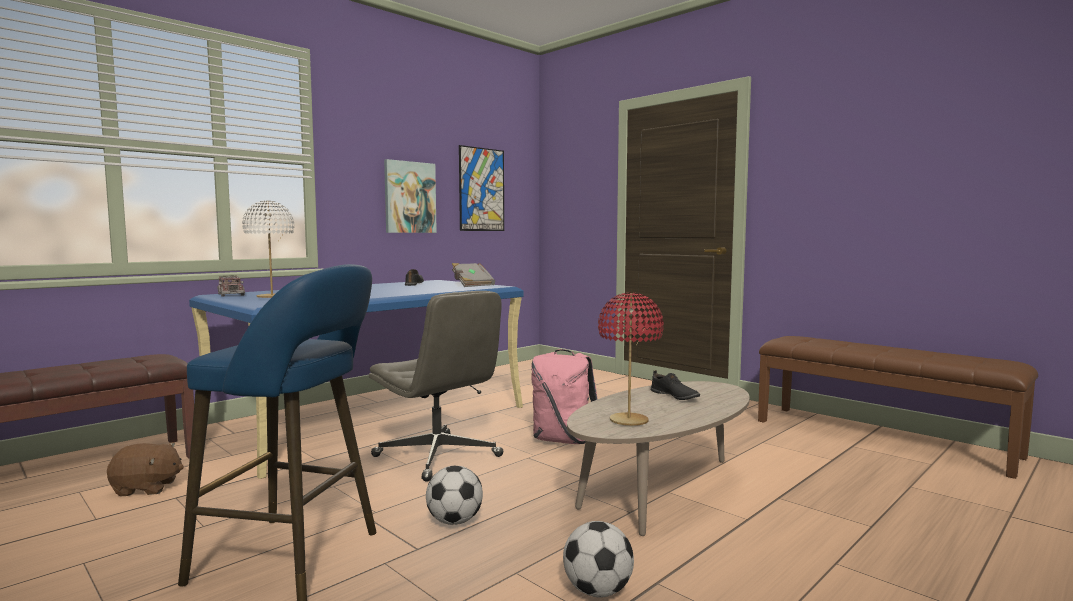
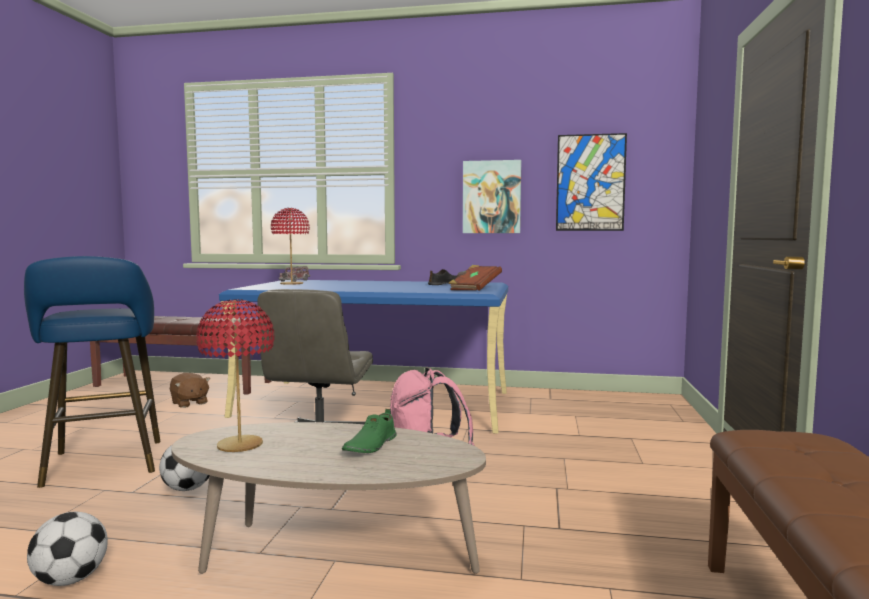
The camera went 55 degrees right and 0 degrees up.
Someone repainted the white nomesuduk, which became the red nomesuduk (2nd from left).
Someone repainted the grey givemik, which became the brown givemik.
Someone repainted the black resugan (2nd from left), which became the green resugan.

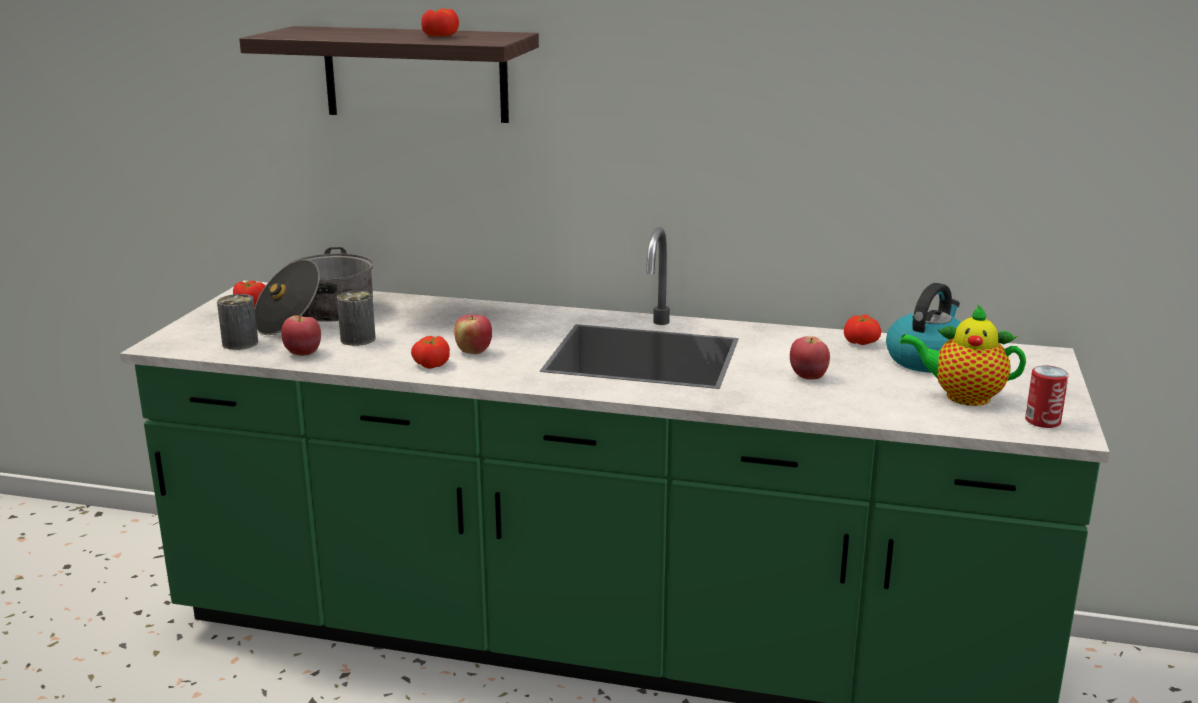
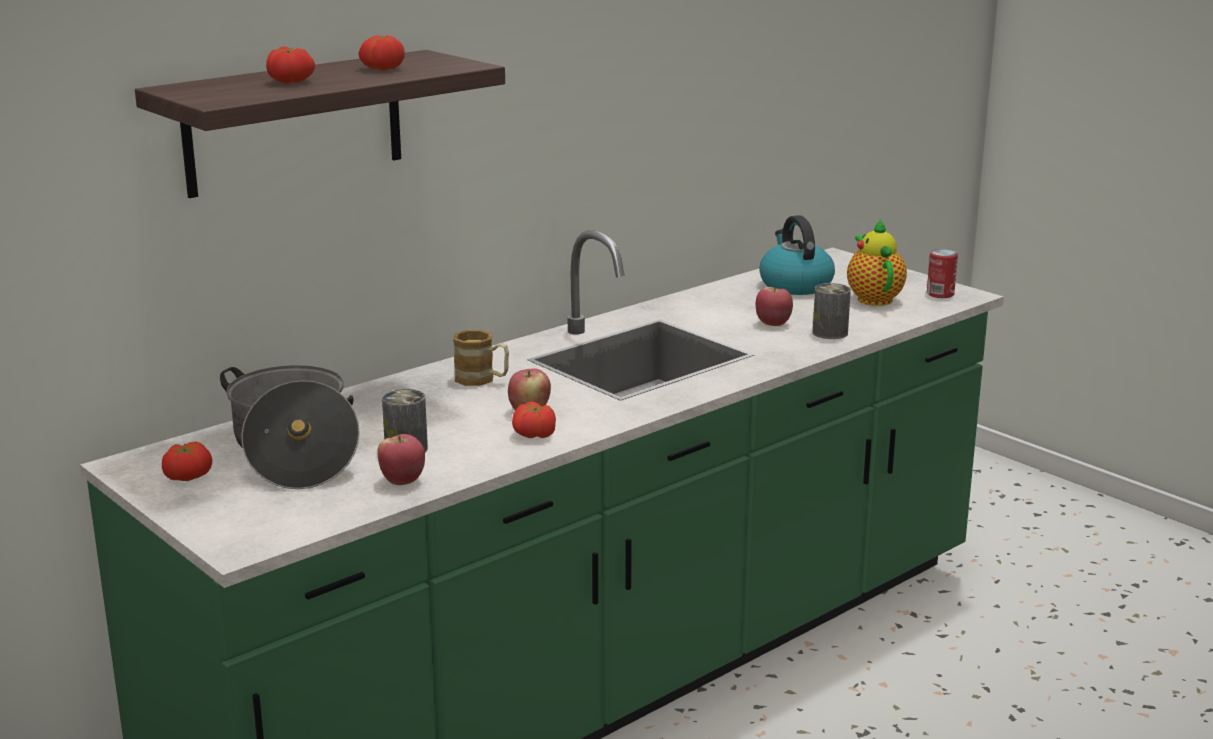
The camera went 55 degrees left and 0 degrees up.
Someone carried the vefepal (1st from left in the first image).
Someone carried the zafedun (4th from left in the first image).
Someone rotated the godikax by 120 degrees clockwise.
Someone put down the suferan.

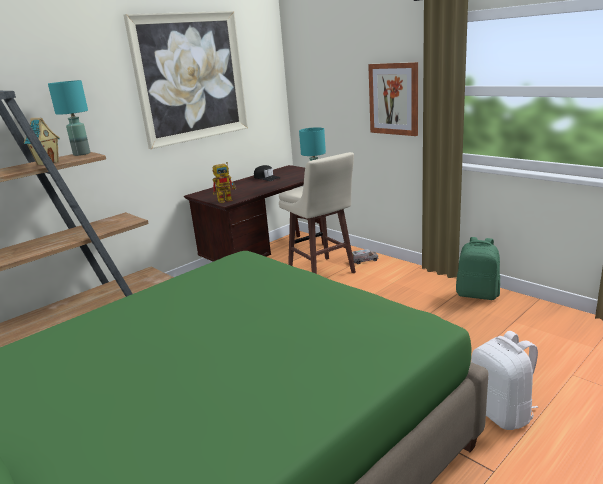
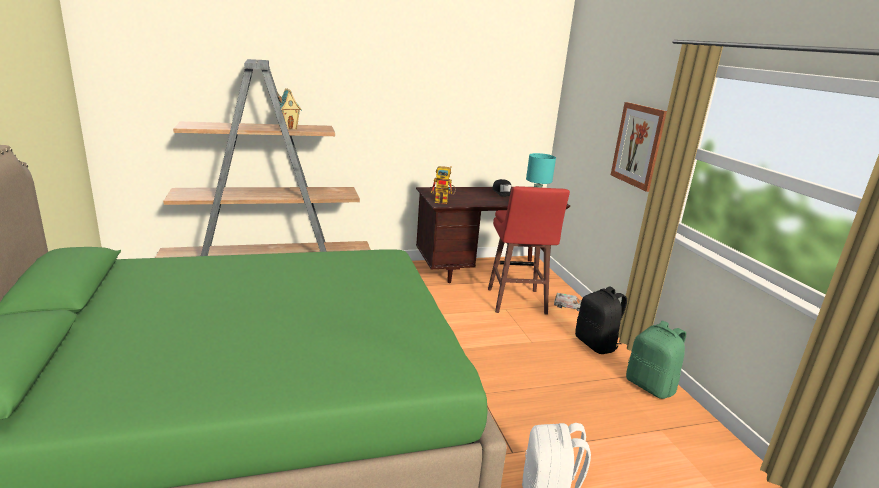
The camera went 25 degrees right and 0 degrees up.
Someone took away the turquoise nomesuduk (1st from left).
Someone took away the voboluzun (1st from left).
Someone repainted the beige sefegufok, which became the red sefegufok.
Someone put down the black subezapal.

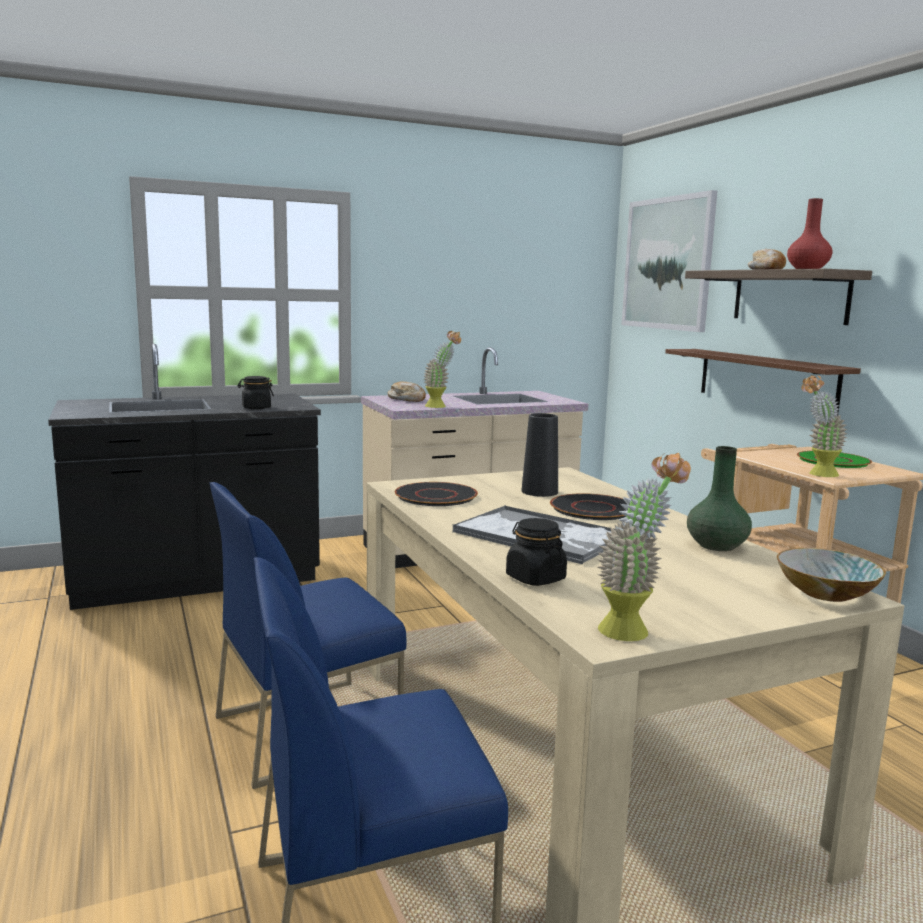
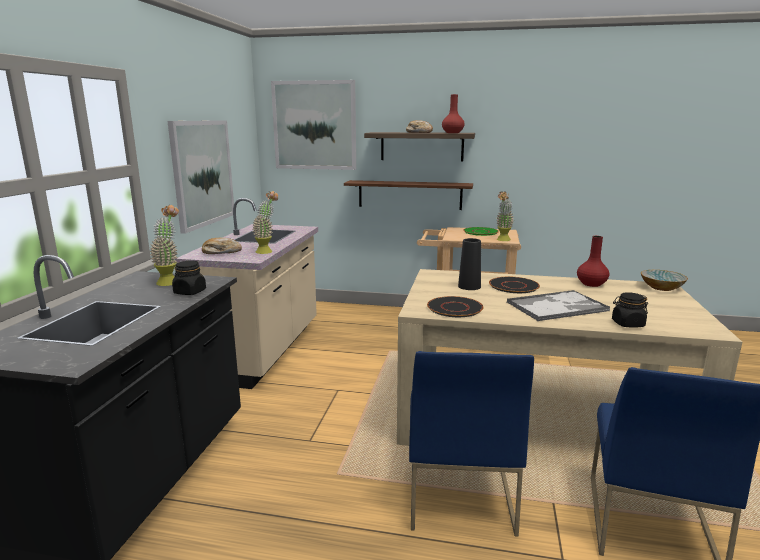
The camera went 55 degrees left and 5 degrees up.
Someone carried the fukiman (2nd from left in the first image).
Someone repainted the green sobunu, which became the red sobunu (2nd from left).
Someone put up the voboluzun (1st from left).

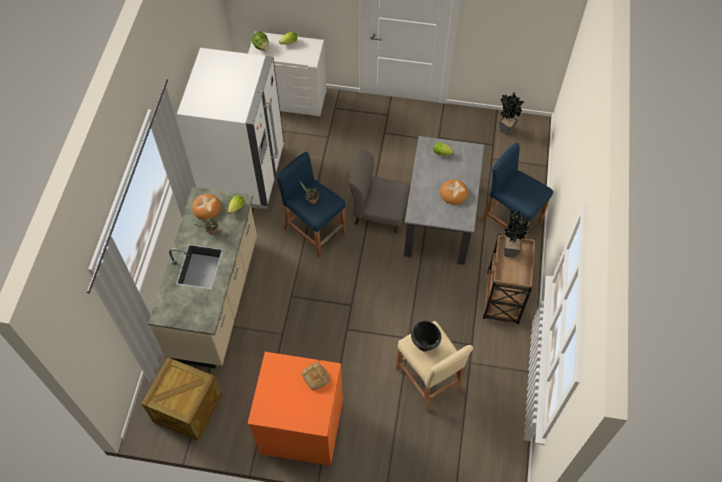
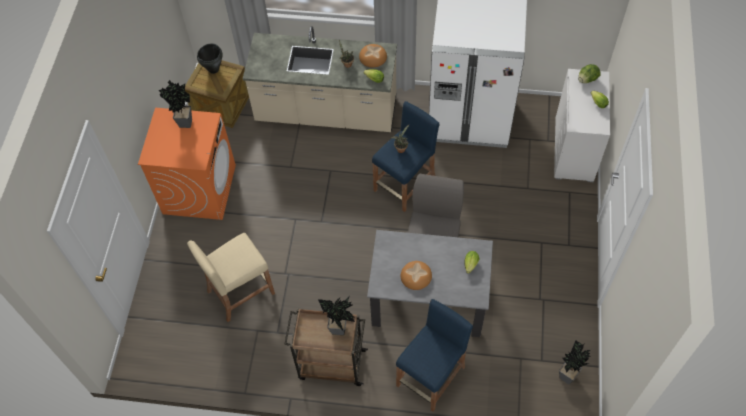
The camera went 90 degrees right and 0 degrees up.
Someone took away the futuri (2nd from left).
Someone carried the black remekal.
Someone put down the fukiman (1st from left).

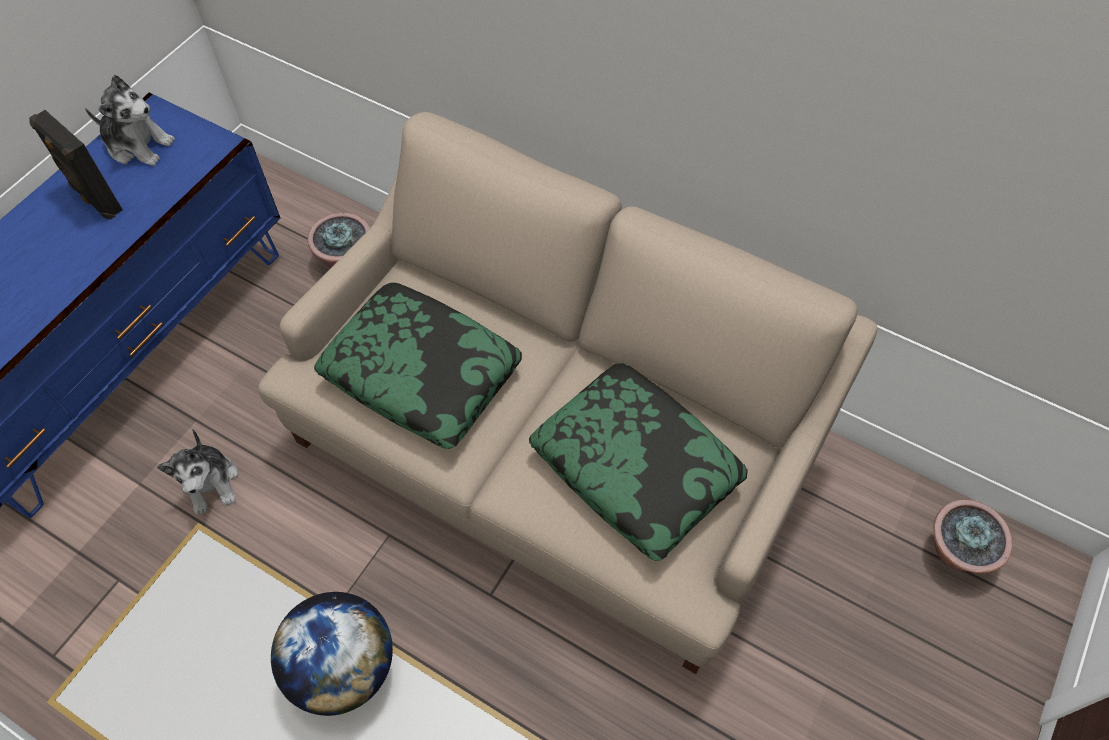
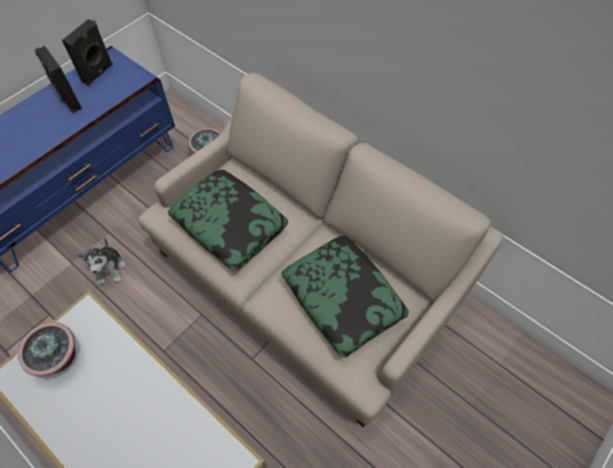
The camera went 10 degrees right and 0 degrees up.
Someone swapped the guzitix (1st from left) for the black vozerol (2nd from left).
Someone took away the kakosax.
Someone carried the fukiman (2nd from left in the first image).

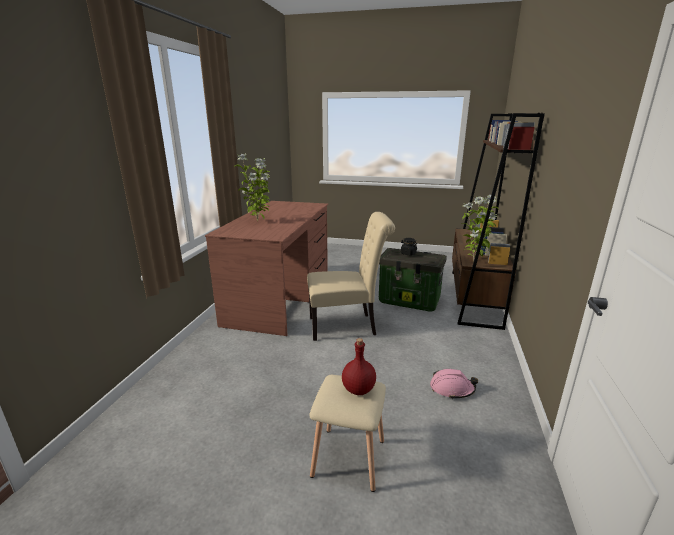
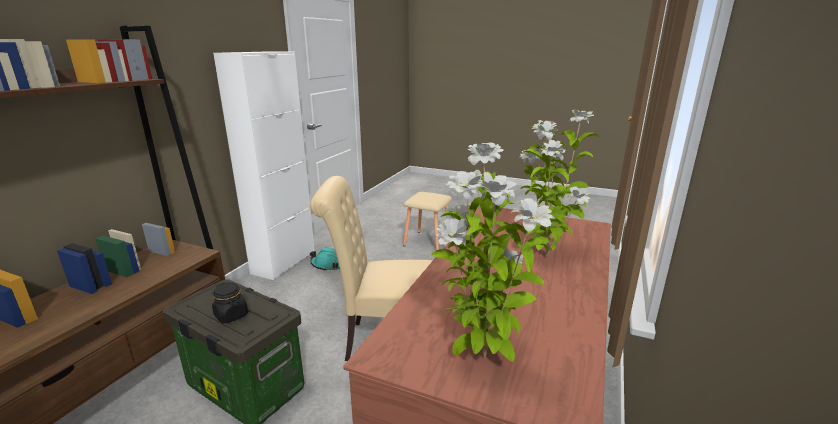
The camera went 170 degrees left and 0 degrees up.
Someone took away the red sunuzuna.
Someone repainted the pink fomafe, which became the turquoise fomafe.
Someone carried the fukiman (2nd from left in the first image).
Someone put down the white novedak.

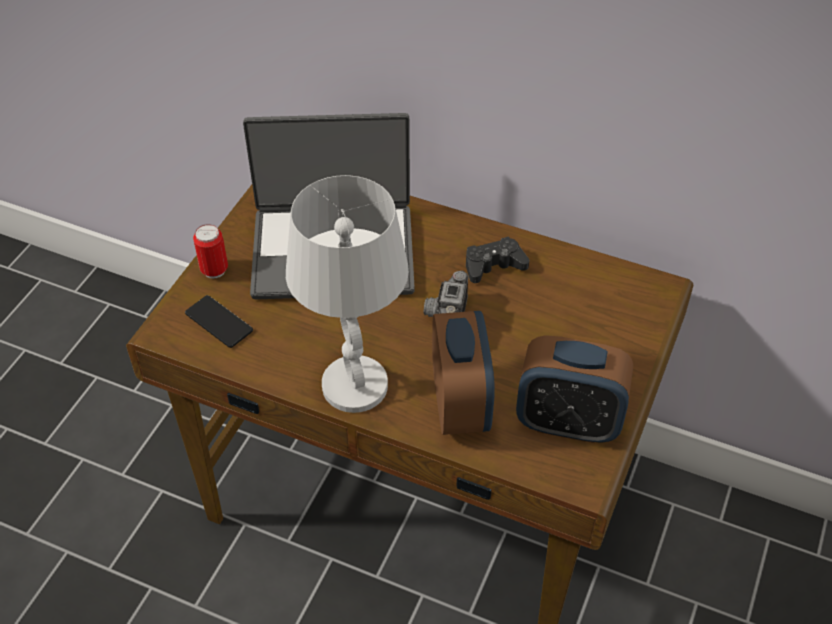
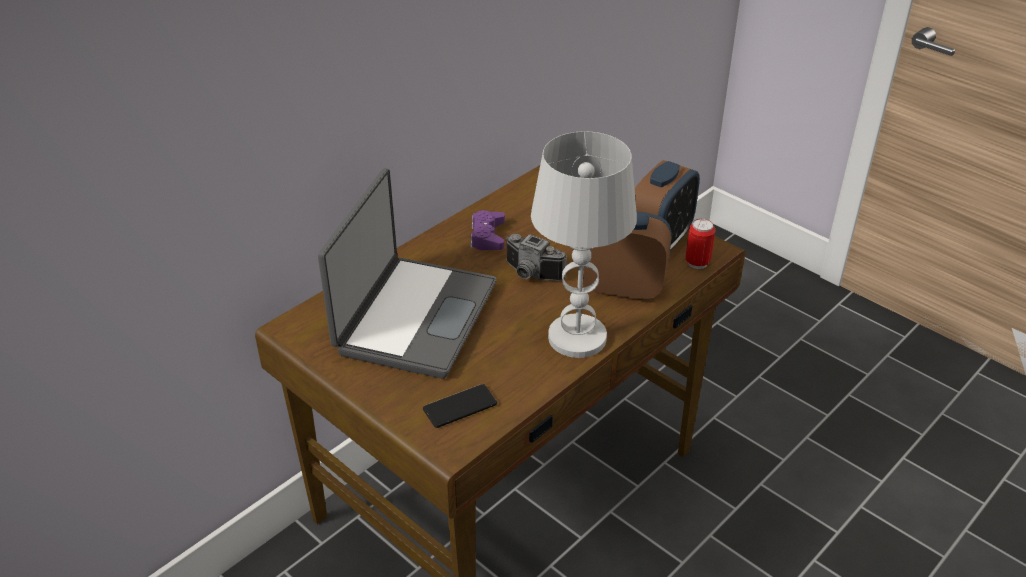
The camera went 70 degrees left and 10 degrees down.
Someone carried the vefepal.
Someone repainted the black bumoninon, which became the purple bumoninon.

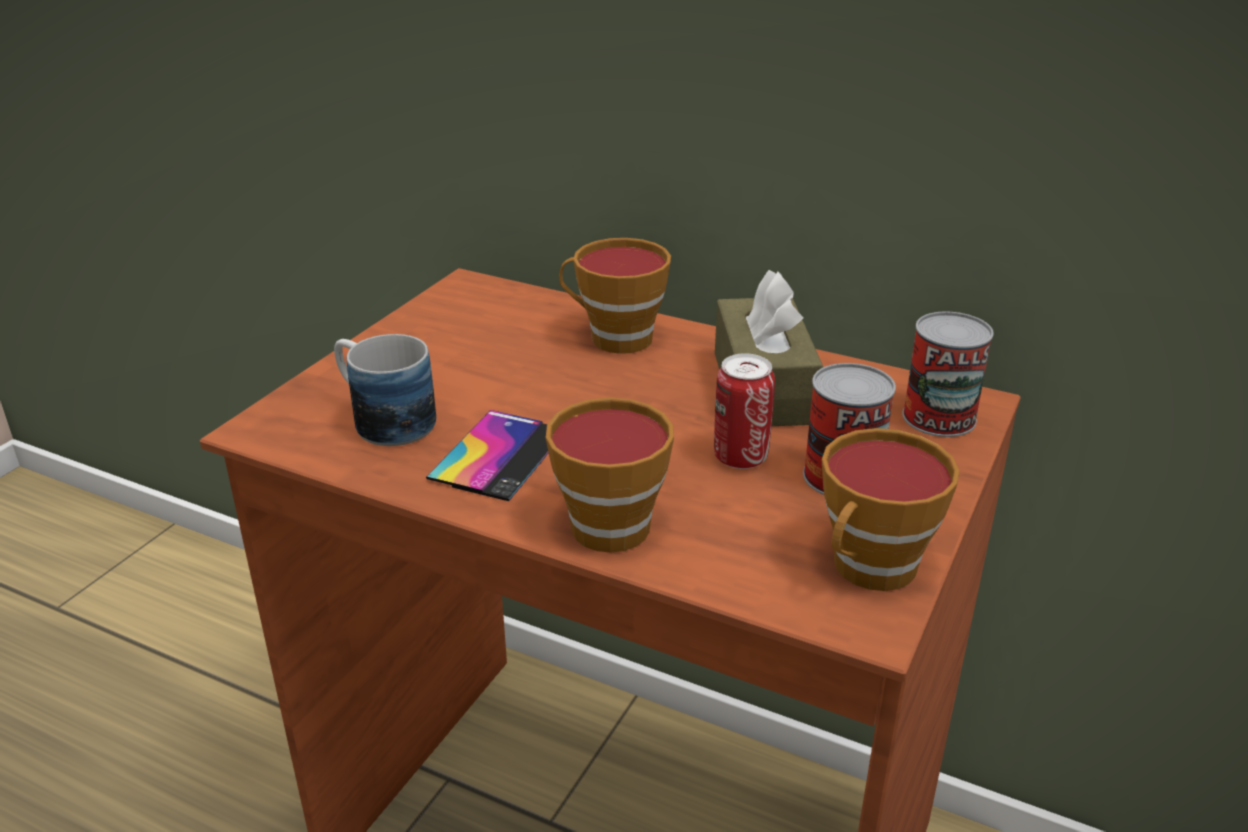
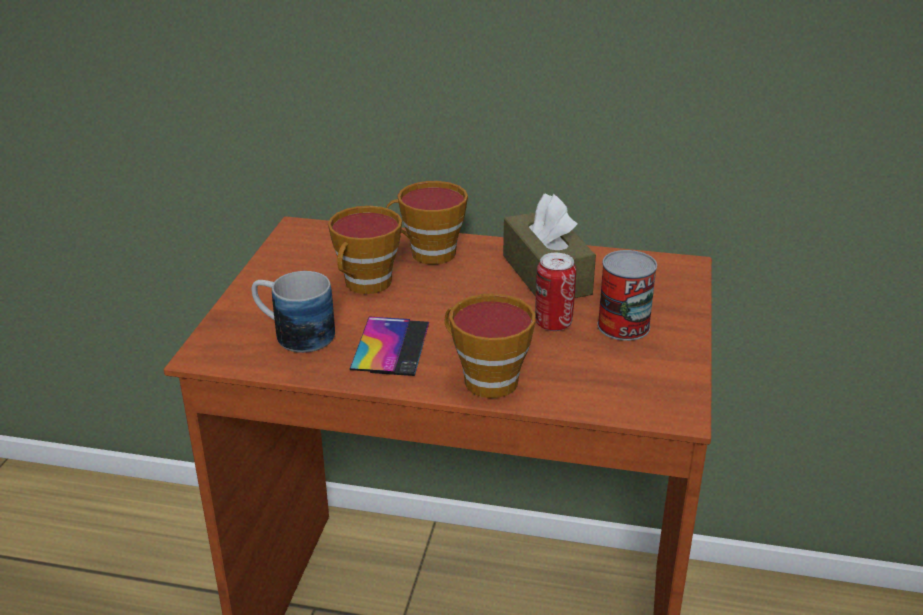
The camera went 15 degrees left and 0 degrees up.
Someone carried the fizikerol (3rd from left in the first image).
Someone took away the vefepal (3rd from left).

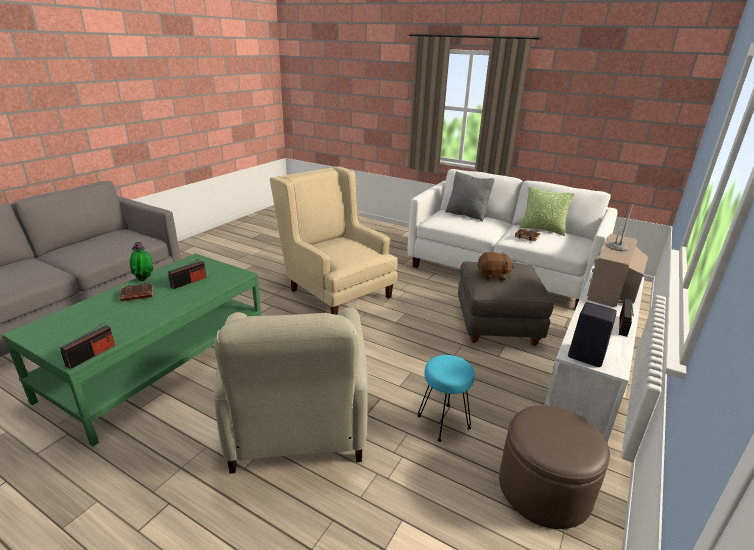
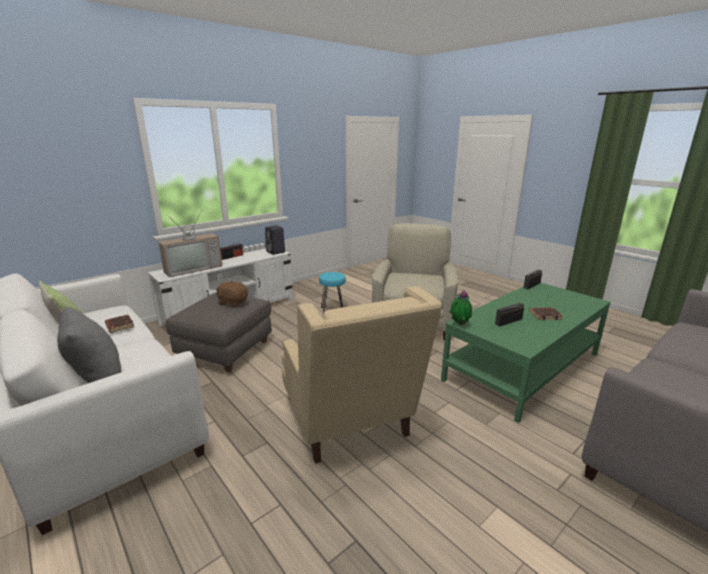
The camera went 160 degrees left and 5 degrees down.
Someone carried the fukiman.
Someone took away the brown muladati.

